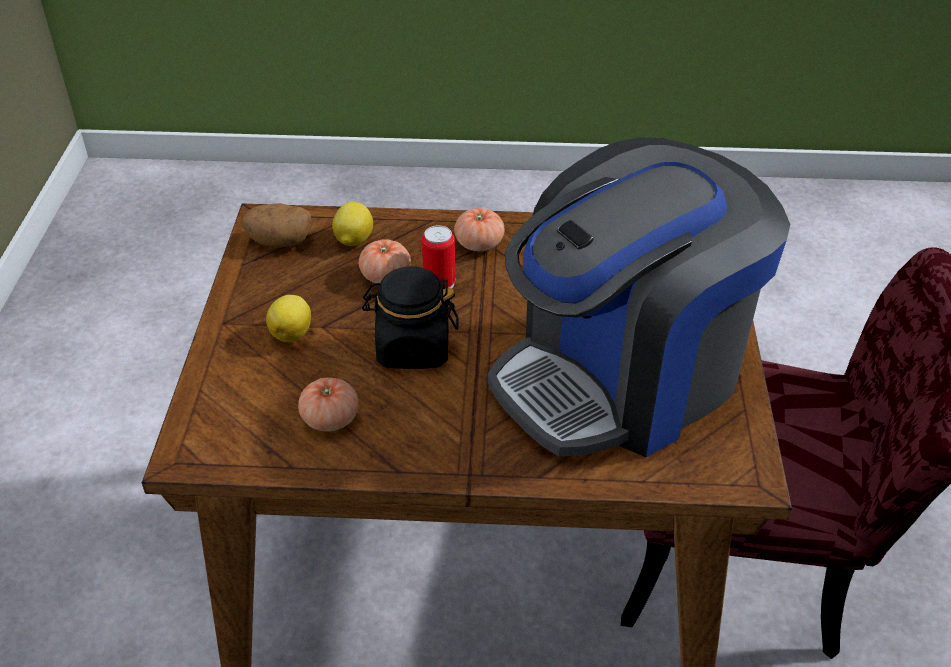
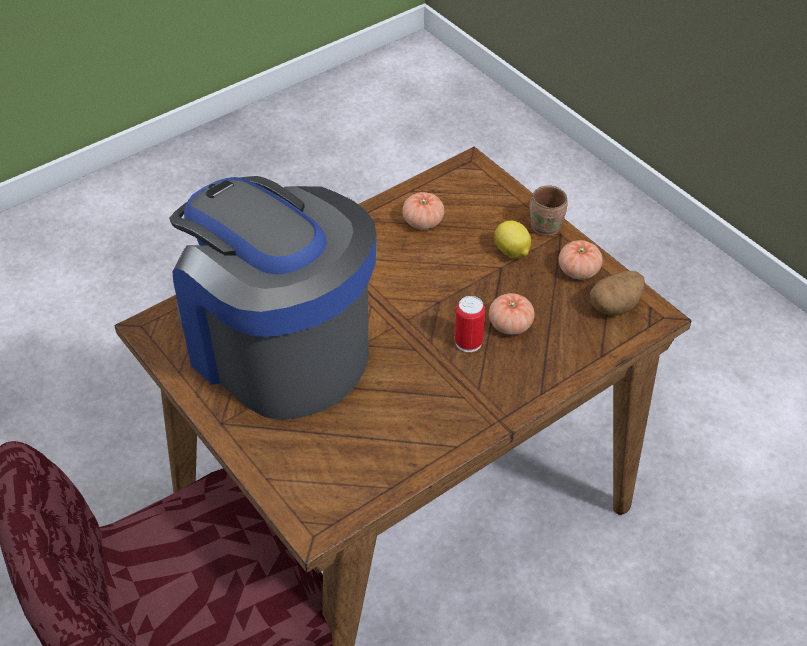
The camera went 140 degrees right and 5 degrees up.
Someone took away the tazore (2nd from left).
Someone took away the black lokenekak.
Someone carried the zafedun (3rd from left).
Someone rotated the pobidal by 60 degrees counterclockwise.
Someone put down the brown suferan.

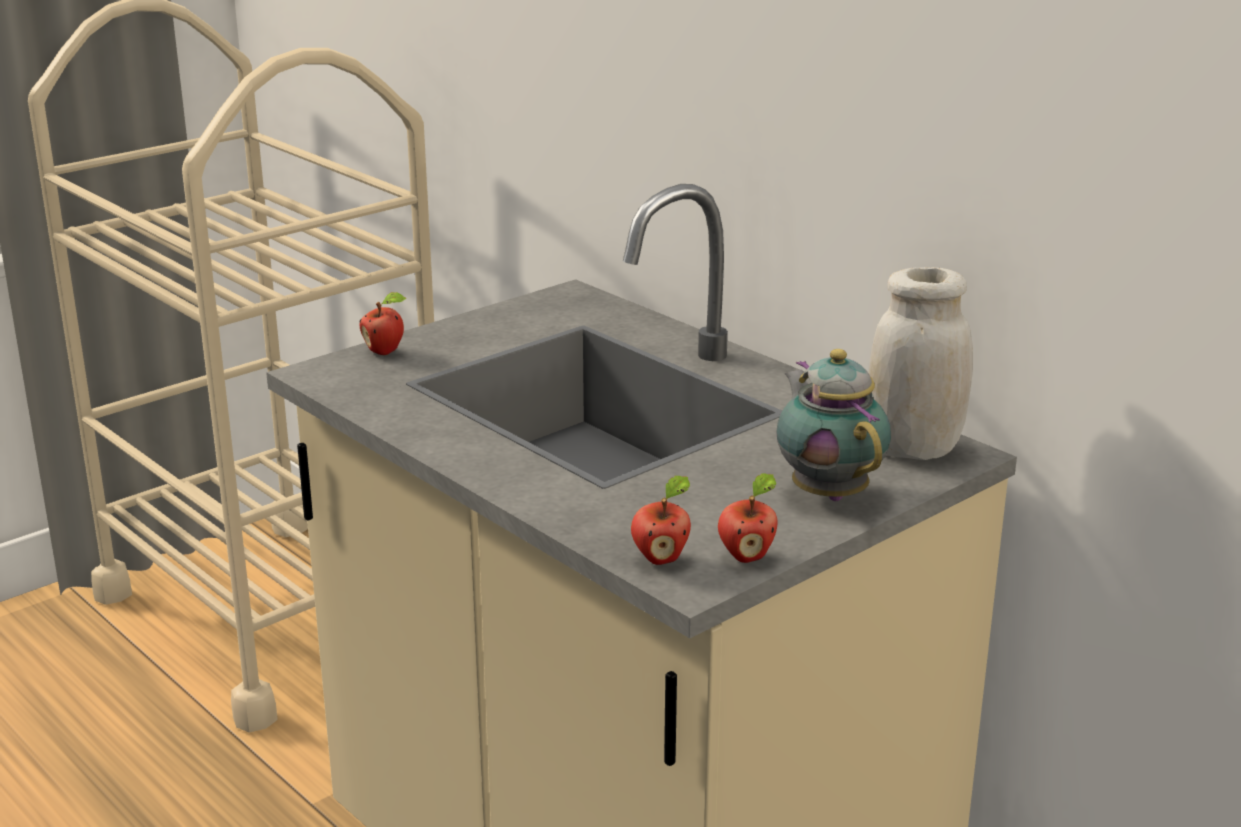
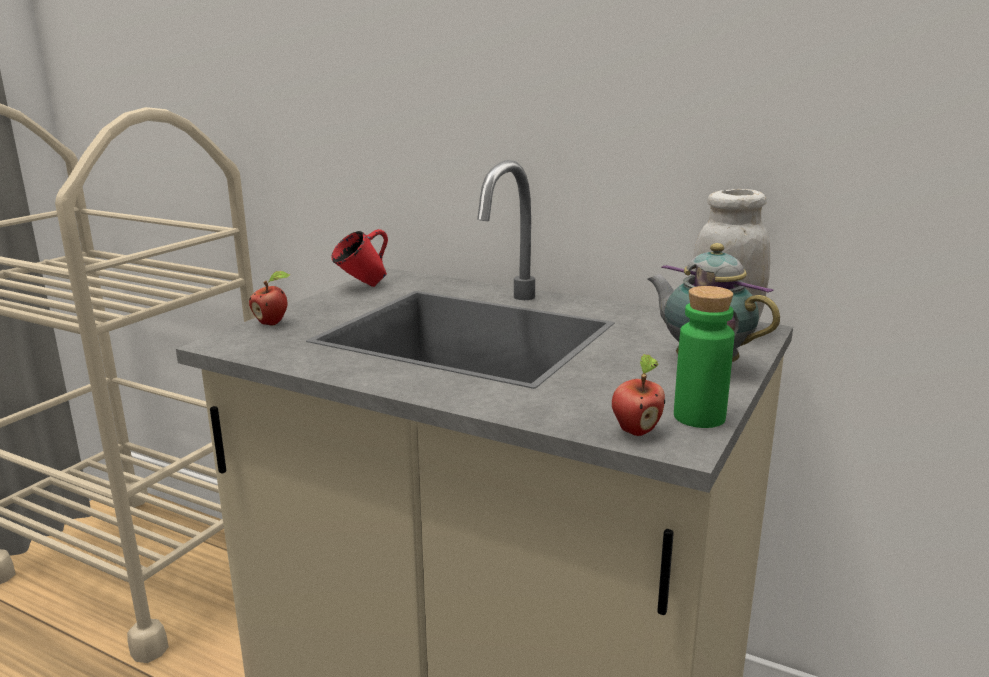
The camera went 20 degrees left and 5 degrees down.
Someone swapped the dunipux (3rd from left) for the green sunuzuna.
Someone put down the red suferan.

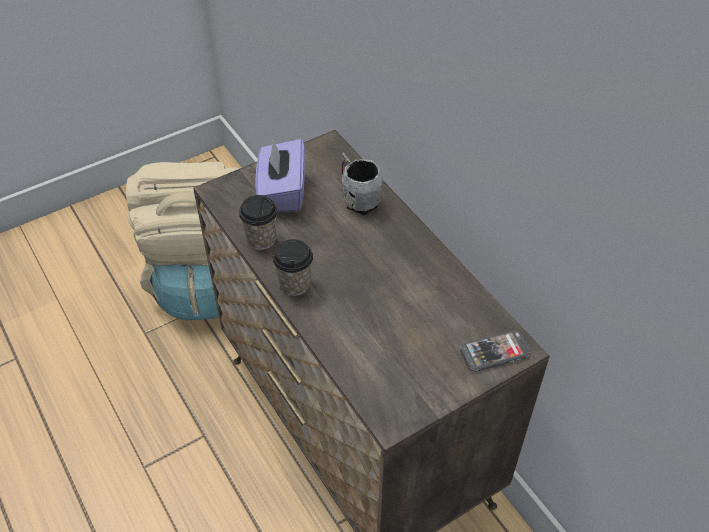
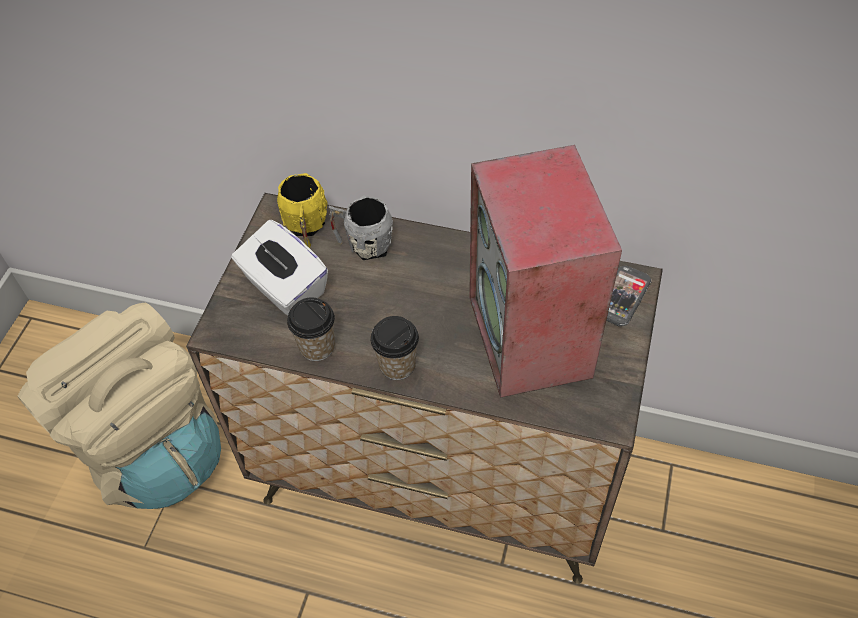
The camera went 40 degrees left and 5 degrees up.
Someone repainted the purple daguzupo, which became the white daguzupo.
Someone put down the yellow suferan.
Someone put down the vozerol.

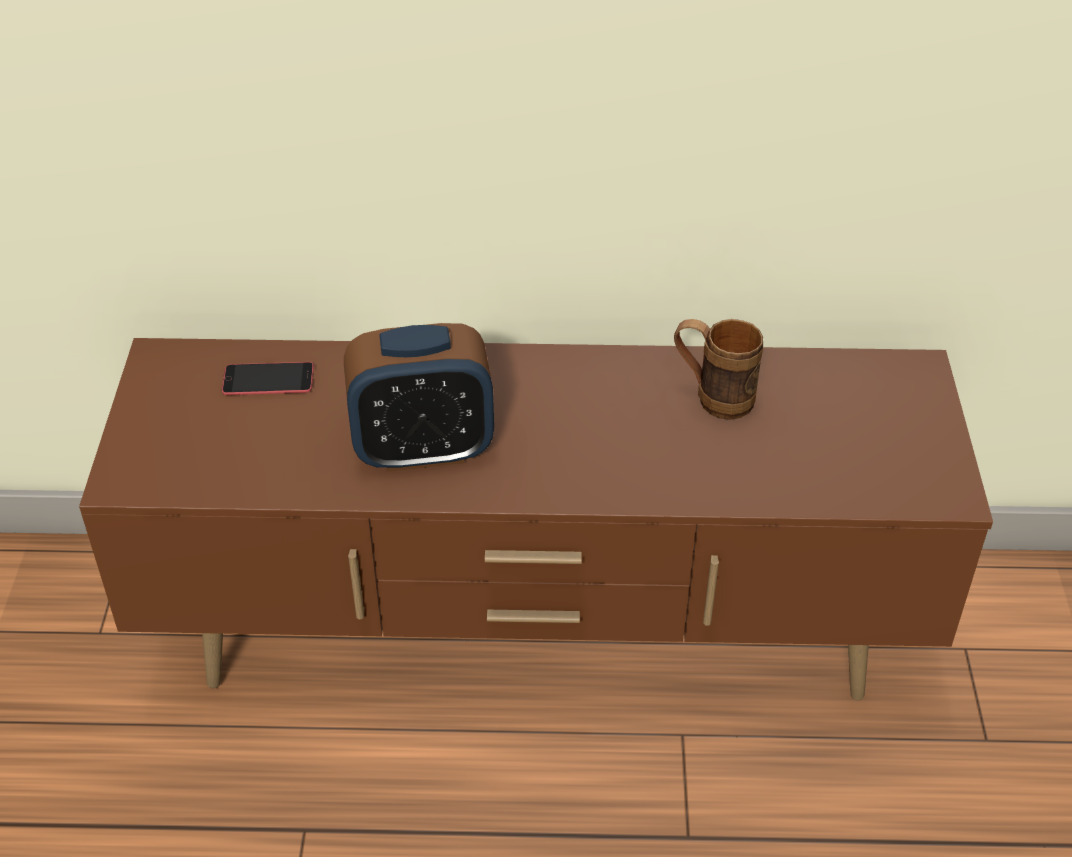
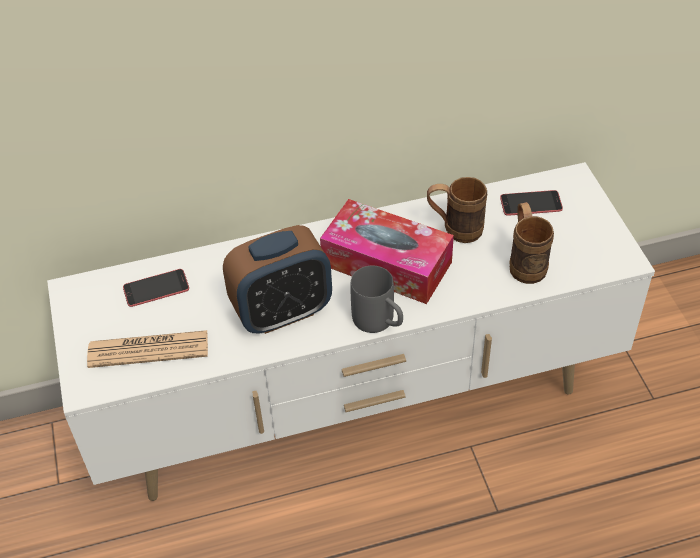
The camera went 15 degrees left and 5 degrees up.
Someone repainted the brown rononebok, which became the white rononebok.
Someone put down the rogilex.
Someone put down the daguzupo.
Someone put down the grey suferan.
Someone put down the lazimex (2nd from left).
Someone put down the brown suferan (2nd from left).

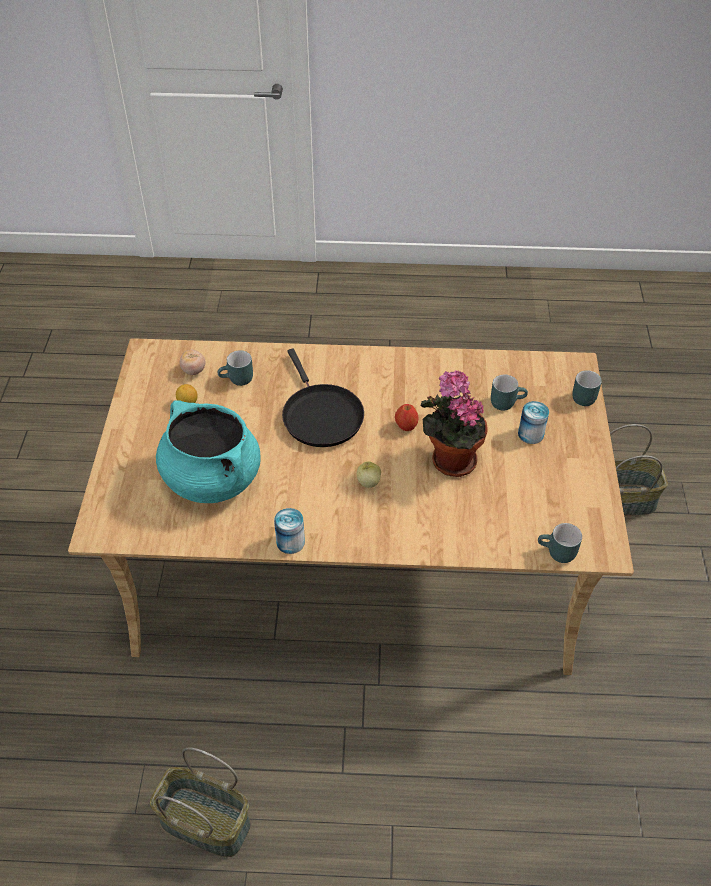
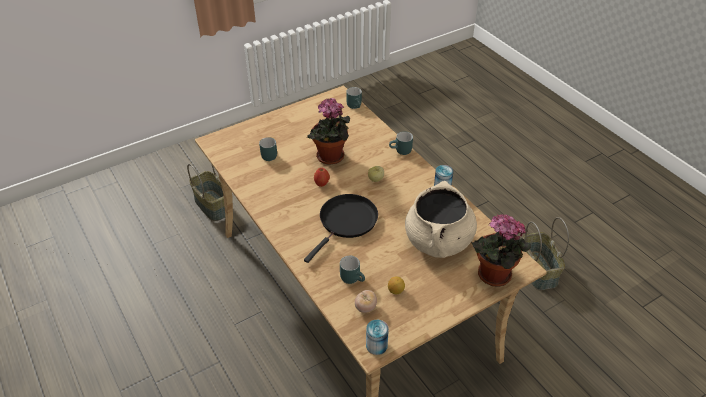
The camera went 125 degrees left and 5 degrees down.
Someone repainted the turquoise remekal, which became the beige remekal.
Someone carried the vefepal (2nd from left in the first image).
Someone carried the turquoise suferan (4th from left).
Someone put down the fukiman (2nd from left).

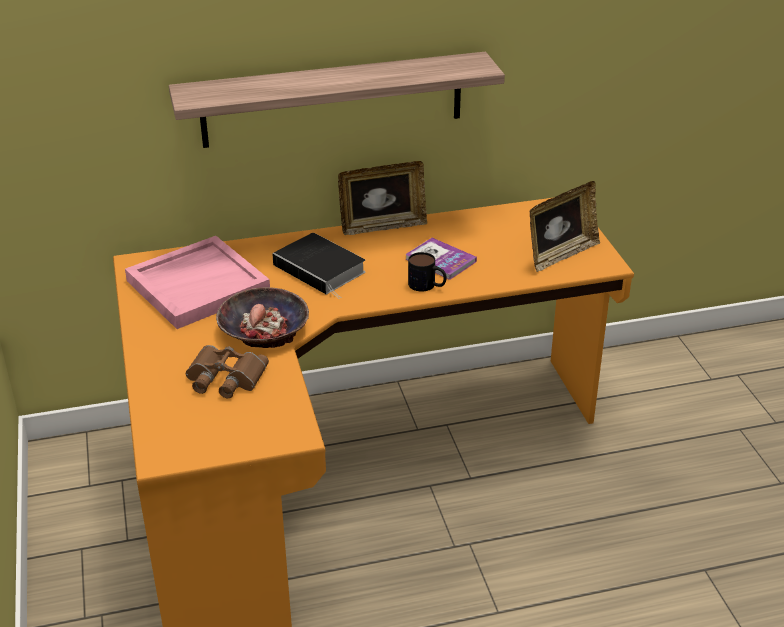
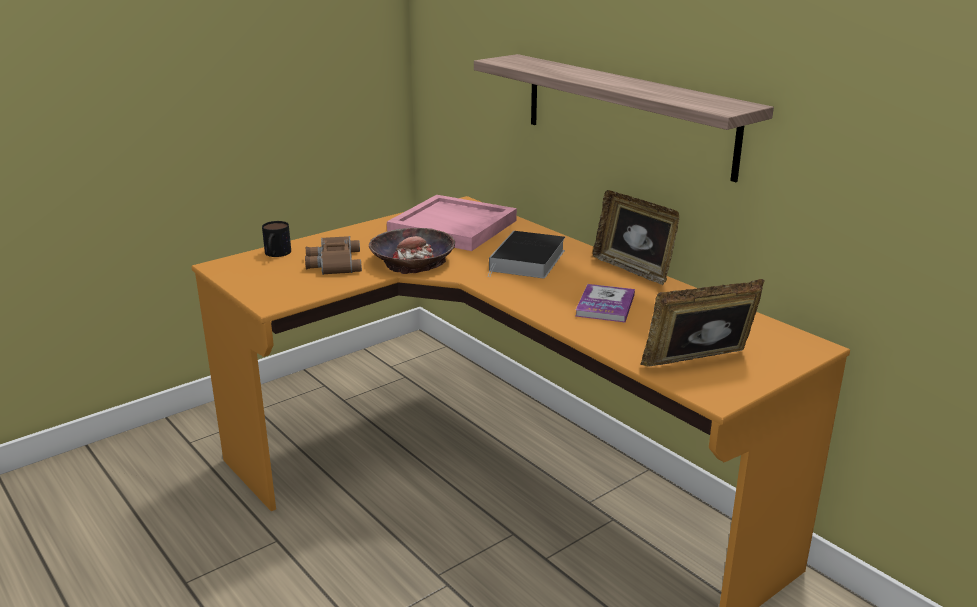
The camera went 65 degrees right and 10 degrees down.
Someone carried the suferan.
Someone rotated the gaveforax (2nd from left) by 135 degrees clockwise.

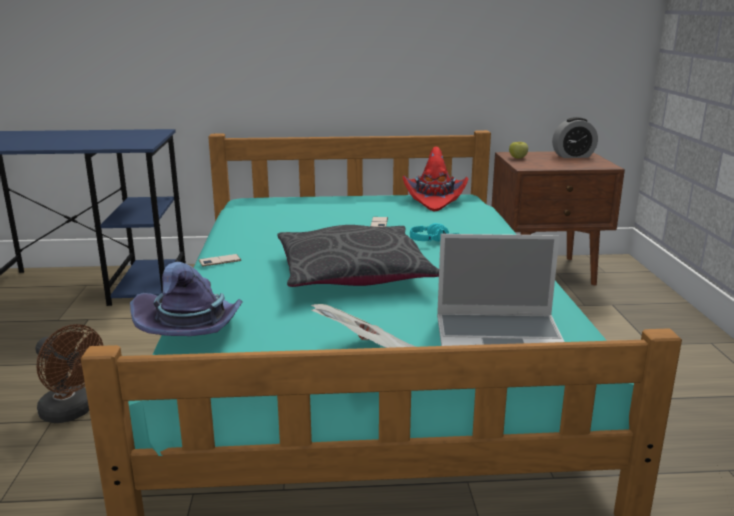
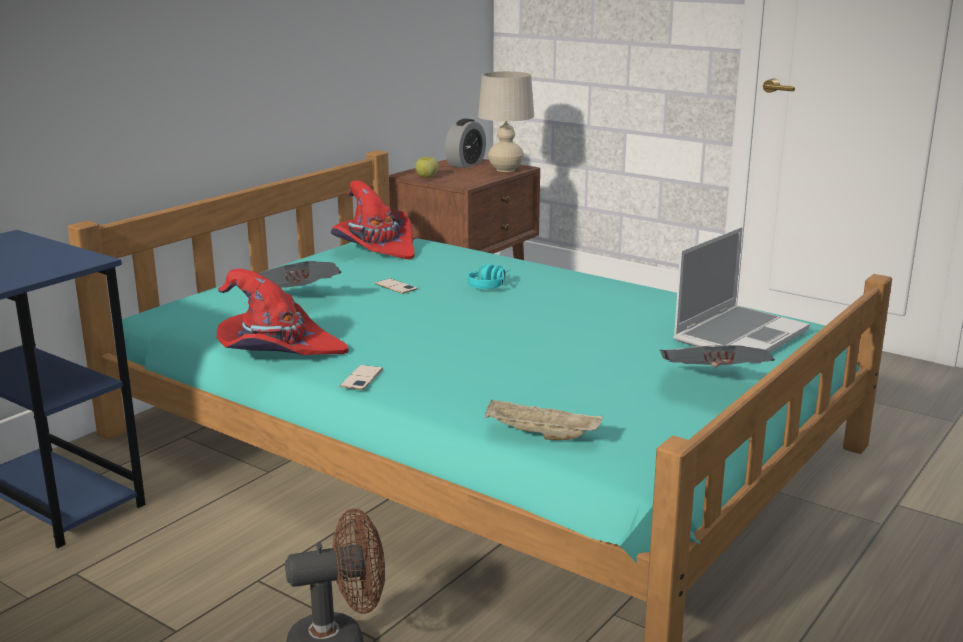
The camera went 50 degrees left and 0 degrees up.
Someone swapped the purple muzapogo for the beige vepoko.
Someone took away the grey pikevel.
Someone put down the red muzapogo (1st from left).
Someone put down the rogilex (1st from left).
Someone put down the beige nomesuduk.

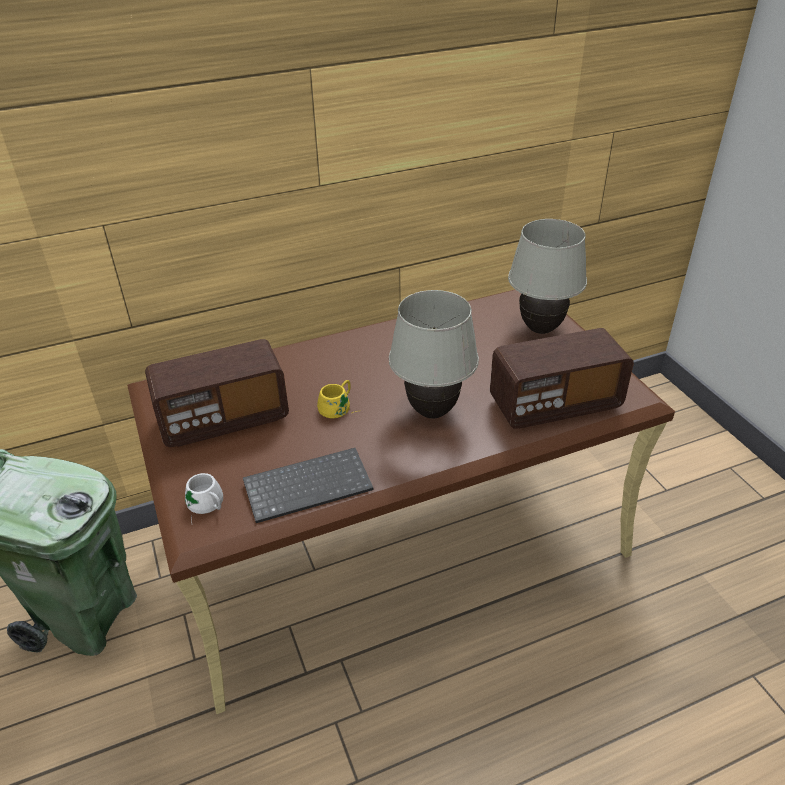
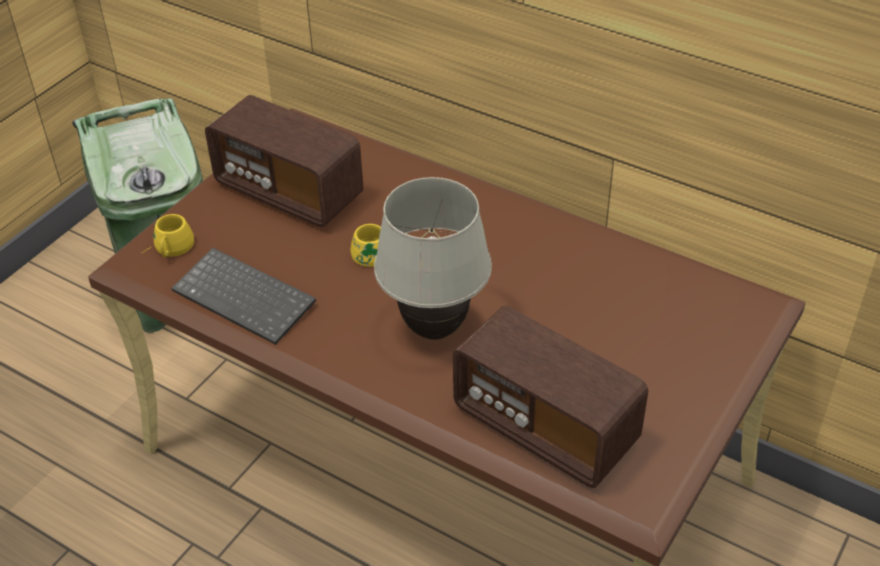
The camera went 55 degrees right and 5 degrees up.
Someone repainted the white suferan, which became the yellow suferan (1st from left).
Someone took away the white nomesuduk (2nd from left).

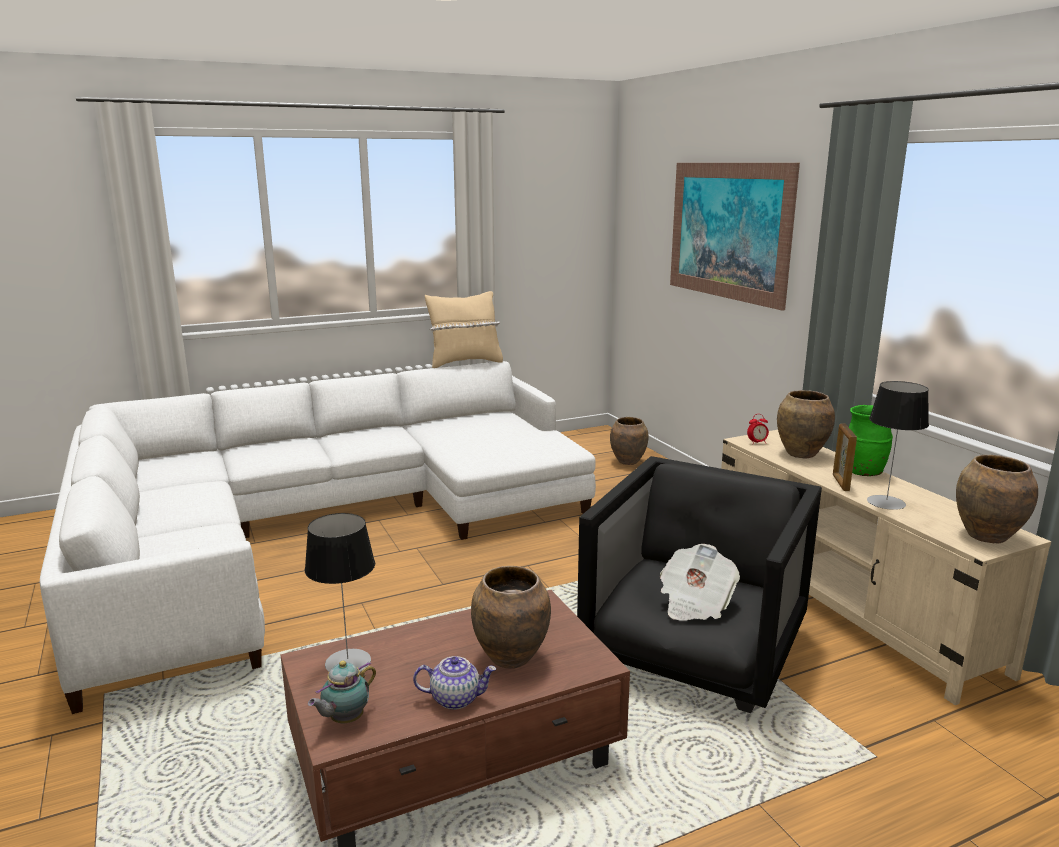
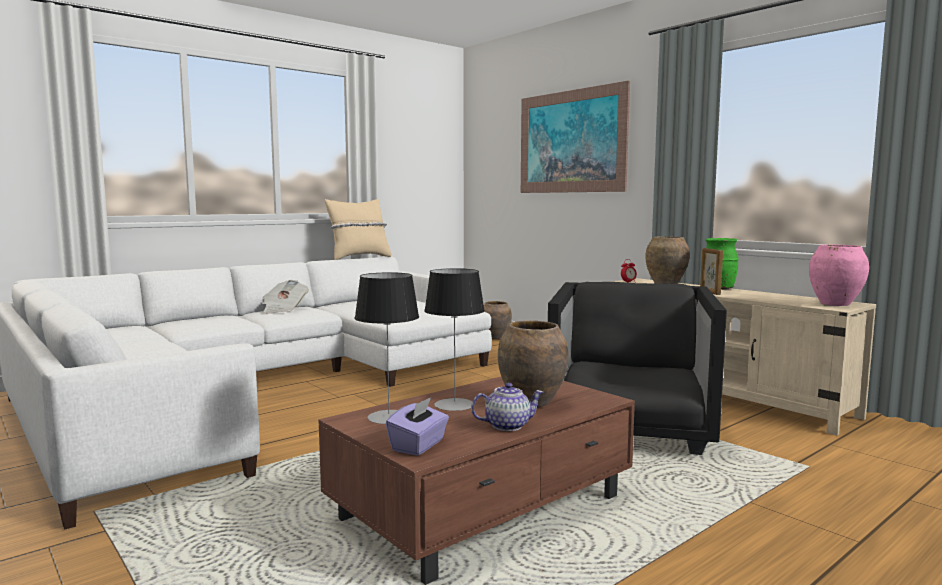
The camera went 15 degrees left and 10 degrees down.
Someone swapped the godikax (1st from left) for the purple daguzupo.
Someone carried the rogilex.
Someone carried the nomesuduk (2nd from left).
Someone repainted the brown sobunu (4th from left), which became the pink sobunu.

